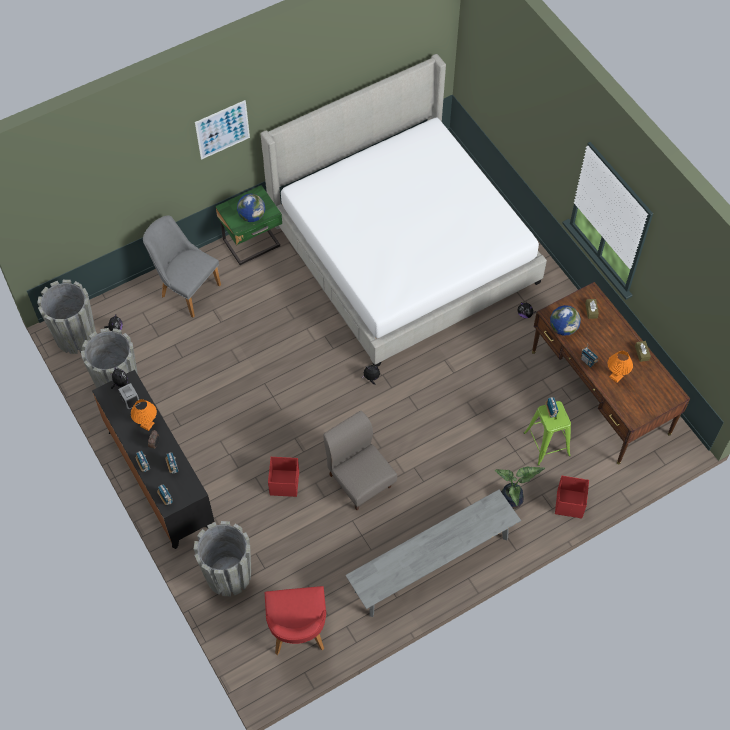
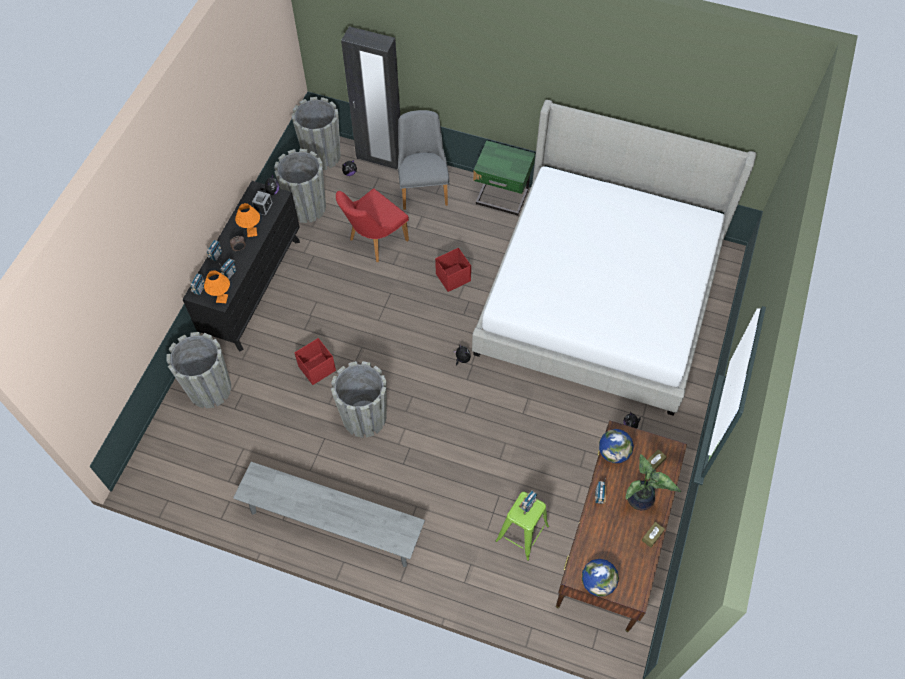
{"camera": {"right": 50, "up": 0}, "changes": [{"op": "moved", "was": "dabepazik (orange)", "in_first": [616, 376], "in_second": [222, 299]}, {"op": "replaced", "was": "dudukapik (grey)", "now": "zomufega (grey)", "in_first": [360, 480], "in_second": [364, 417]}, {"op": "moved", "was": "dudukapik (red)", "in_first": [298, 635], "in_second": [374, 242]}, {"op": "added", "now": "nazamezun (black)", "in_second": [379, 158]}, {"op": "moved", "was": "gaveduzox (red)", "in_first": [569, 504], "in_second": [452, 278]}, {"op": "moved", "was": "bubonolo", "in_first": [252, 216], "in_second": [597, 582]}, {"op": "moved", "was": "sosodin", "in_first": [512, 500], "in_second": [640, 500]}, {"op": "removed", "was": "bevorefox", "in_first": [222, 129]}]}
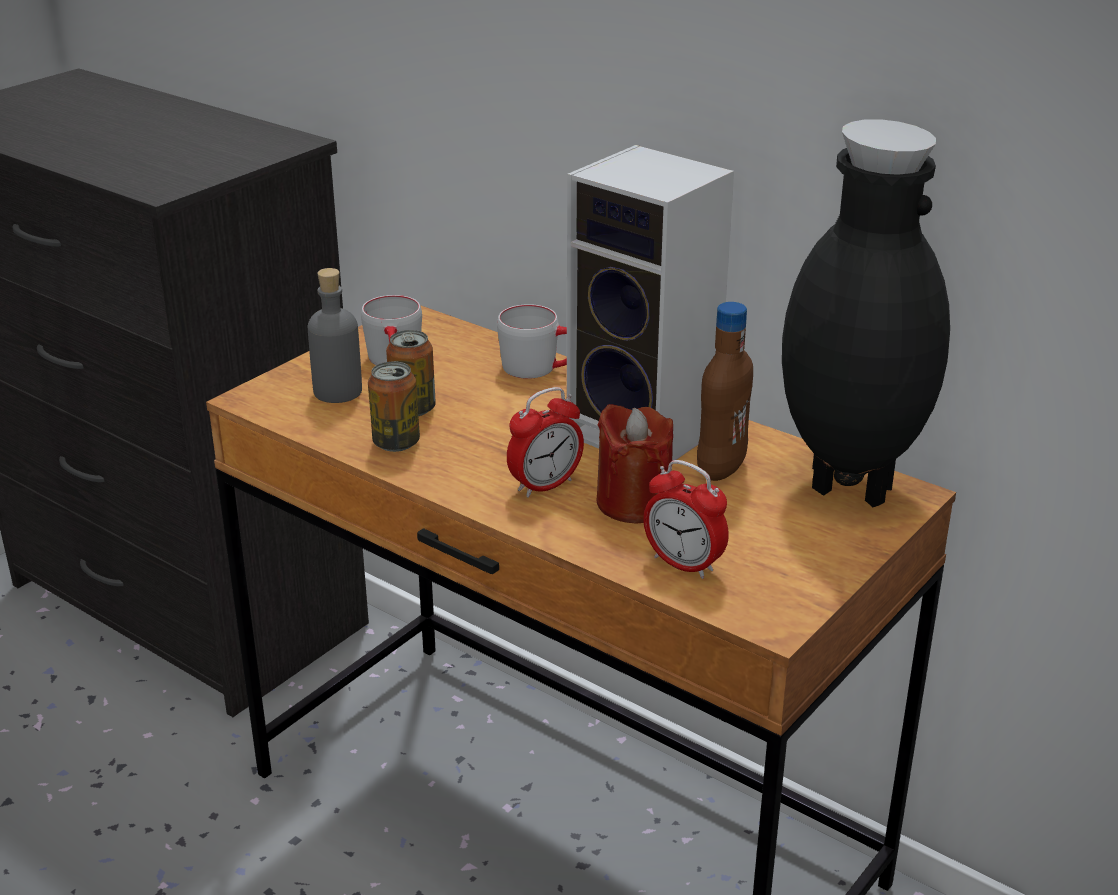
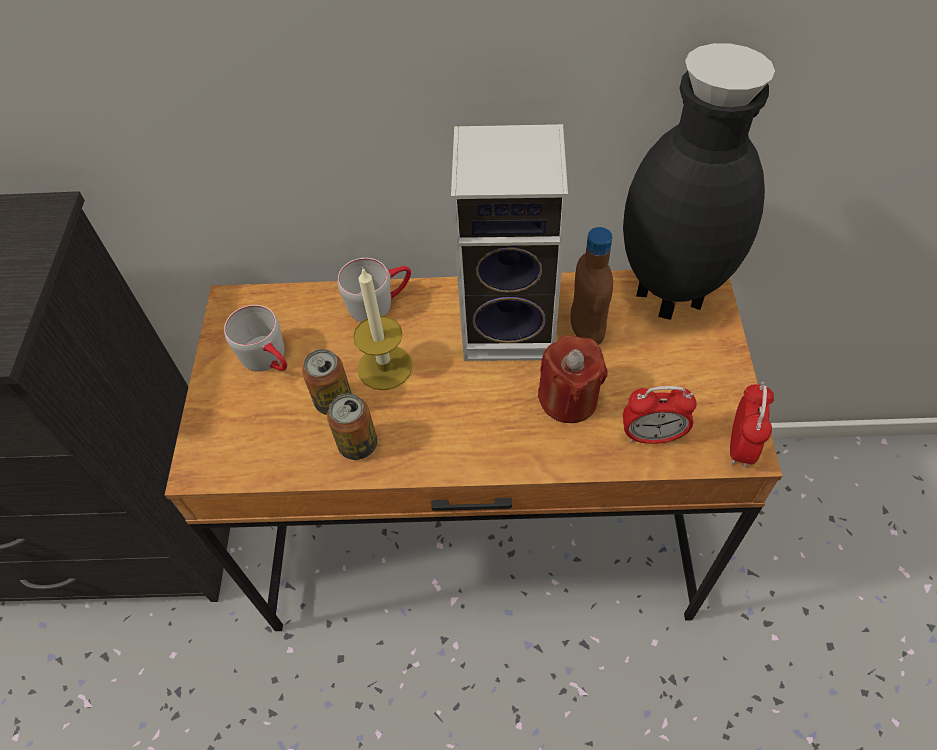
{"camera": {"right": -35, "up": 25}, "changes": [{"op": "added", "now": "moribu", "in_second": [385, 367]}, {"op": "moved", "was": "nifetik", "in_first": [545, 485], "in_second": [740, 446]}, {"op": "removed", "was": "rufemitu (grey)", "in_first": [338, 391]}]}
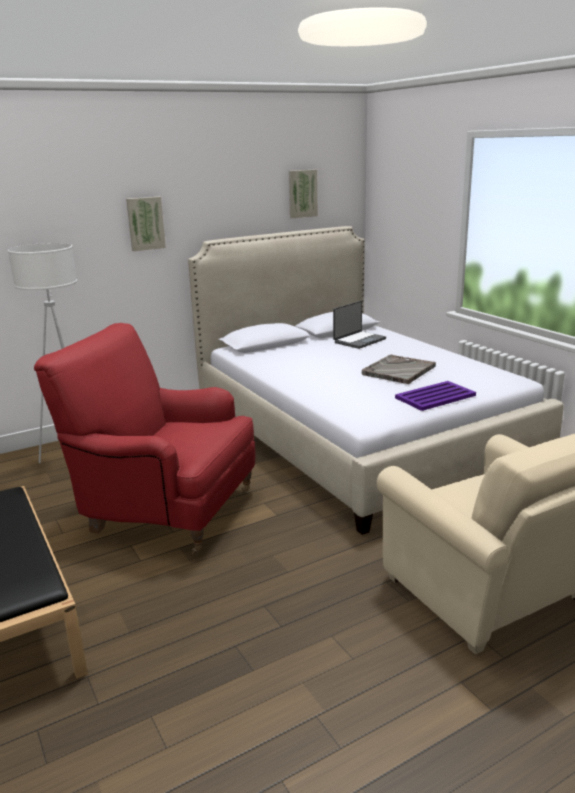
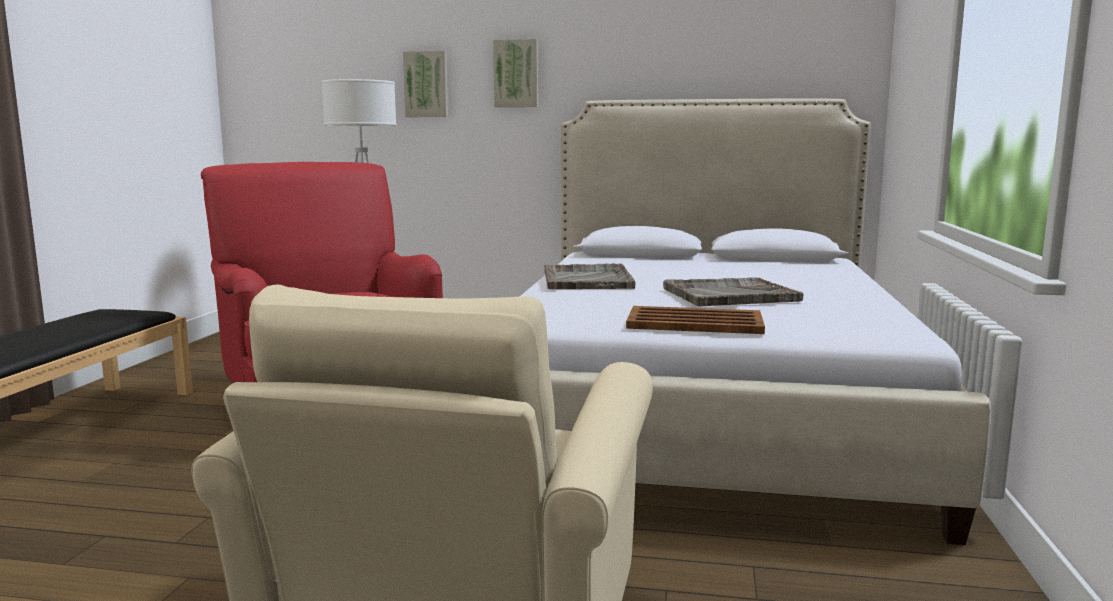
{"camera": {"right": 40, "up": -10}, "changes": [{"op": "moved", "was": "bevorefox", "in_first": [302, 193], "in_second": [426, 84]}, {"op": "added", "now": "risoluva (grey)", "in_second": [587, 279]}, {"op": "recoloured", "was": "risoluva (purple)", "now": "risoluva (brown)", "in_first": [436, 396], "in_second": [696, 322]}, {"op": "removed", "was": "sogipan", "in_first": [359, 340]}]}
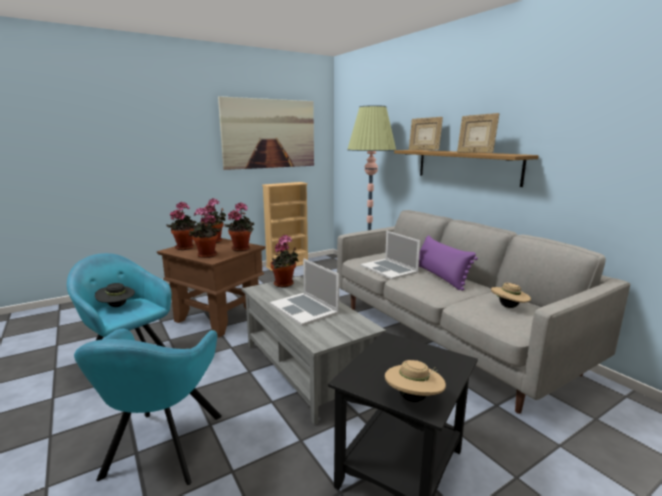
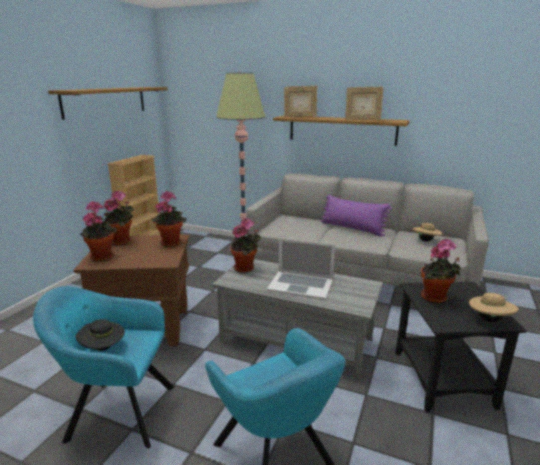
{"camera": {"right": -35, "up": 5}, "changes": [{"op": "replaced", "was": "bevorefox", "now": "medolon", "in_first": [269, 134], "in_second": [105, 101]}, {"op": "moved", "was": "sosodin", "in_first": [206, 256], "in_second": [435, 298]}, {"op": "removed", "was": "sogipan", "in_first": [389, 269]}]}
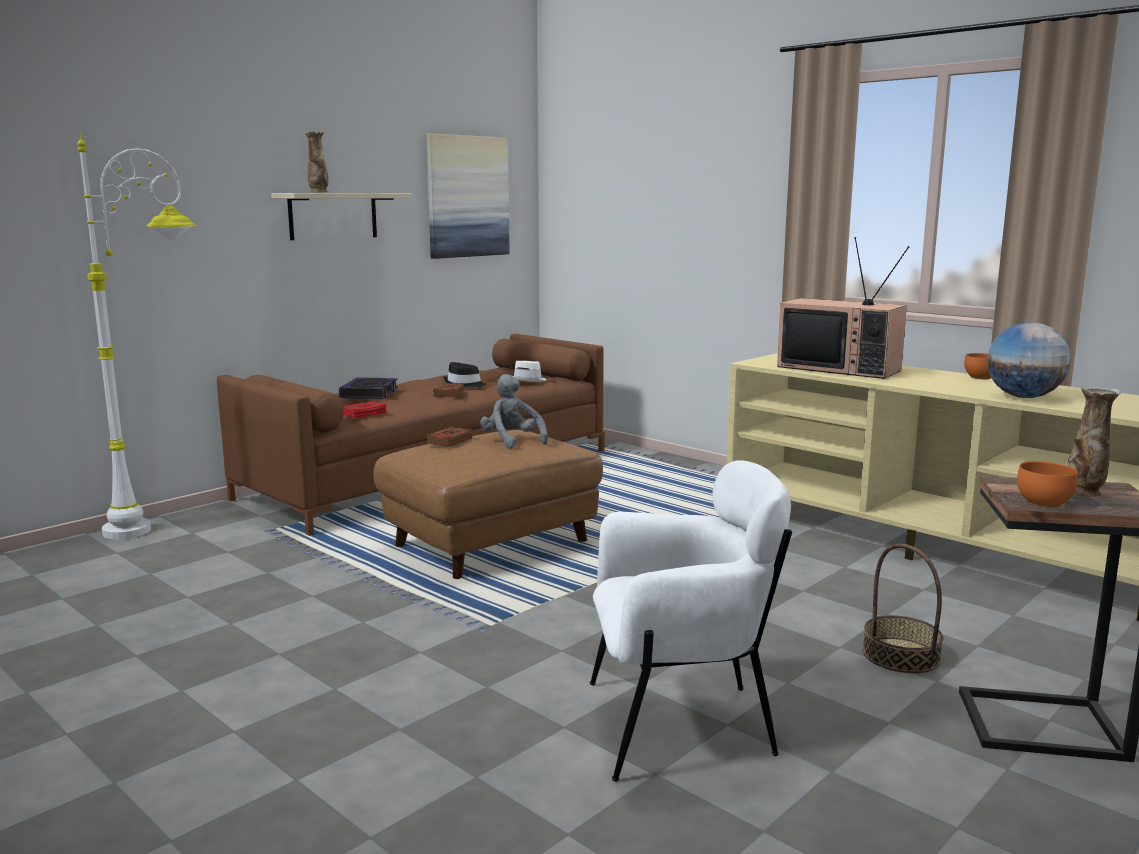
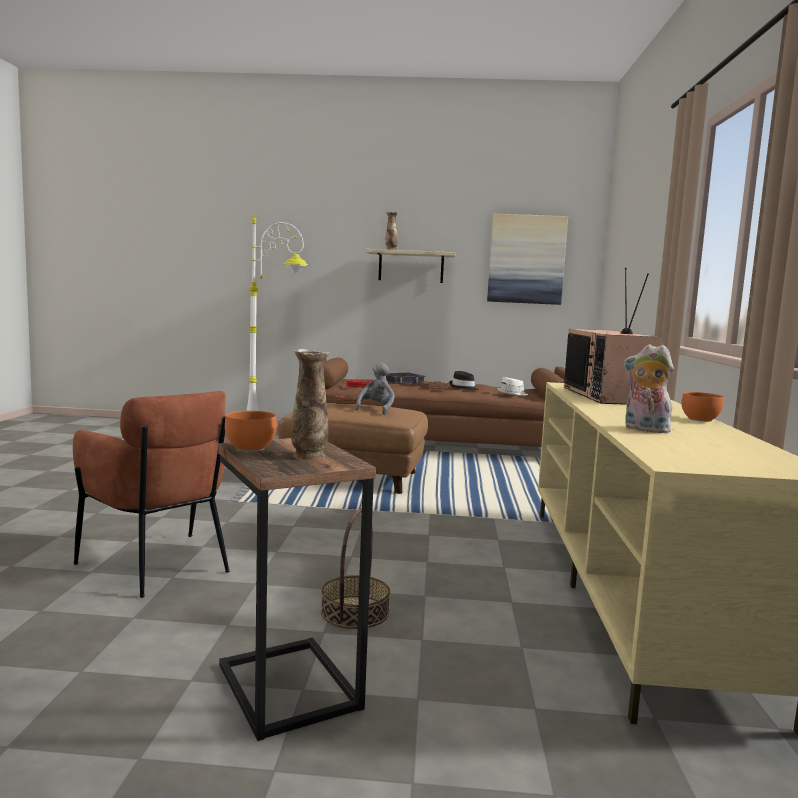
{"camera": {"right": 50, "up": -5}, "changes": [{"op": "recoloured", "was": "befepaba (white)", "now": "befepaba (brown)", "in_first": [680, 724], "in_second": [160, 565]}, {"op": "replaced", "was": "bubonolo", "now": "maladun", "in_first": [1023, 397], "in_second": [644, 429]}]}
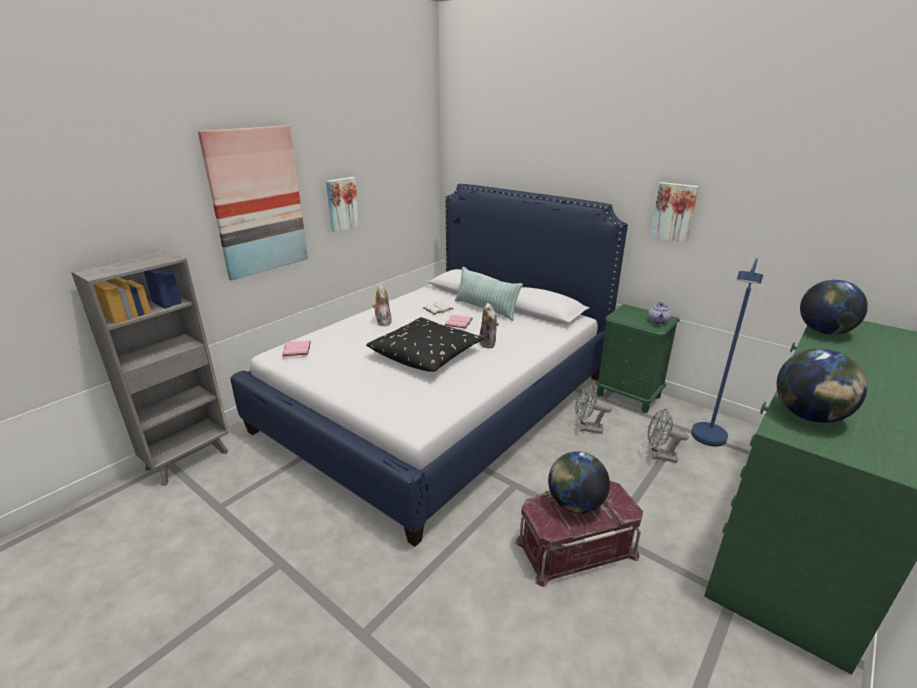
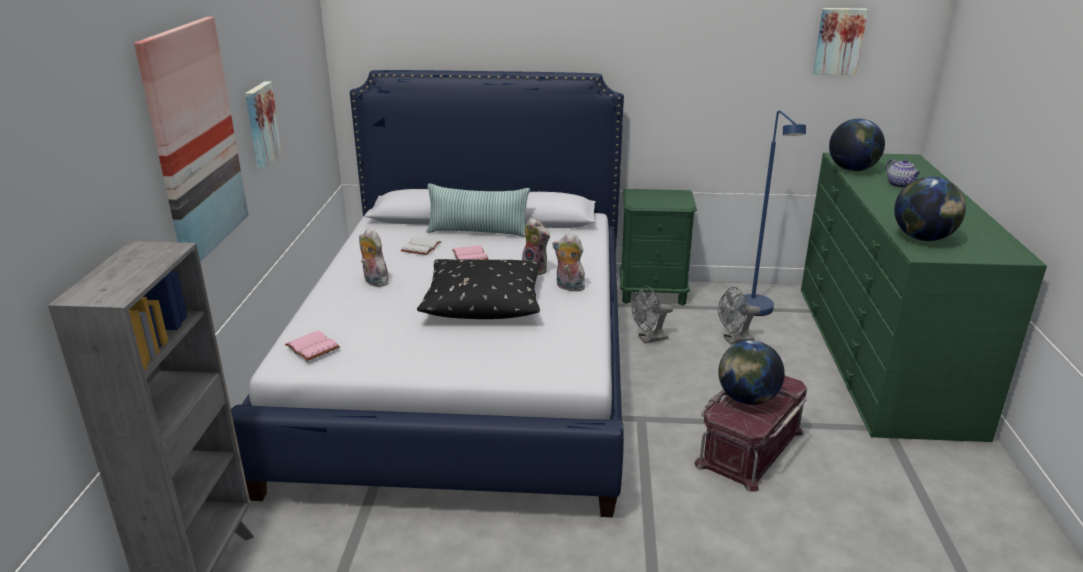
{"camera": {"right": -35, "up": 0}, "changes": [{"op": "added", "now": "maladun", "in_second": [568, 287]}, {"op": "moved", "was": "bevorefox", "in_first": [674, 212], "in_second": [838, 41]}, {"op": "moved", "was": "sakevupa", "in_first": [658, 322], "in_second": [900, 185]}]}
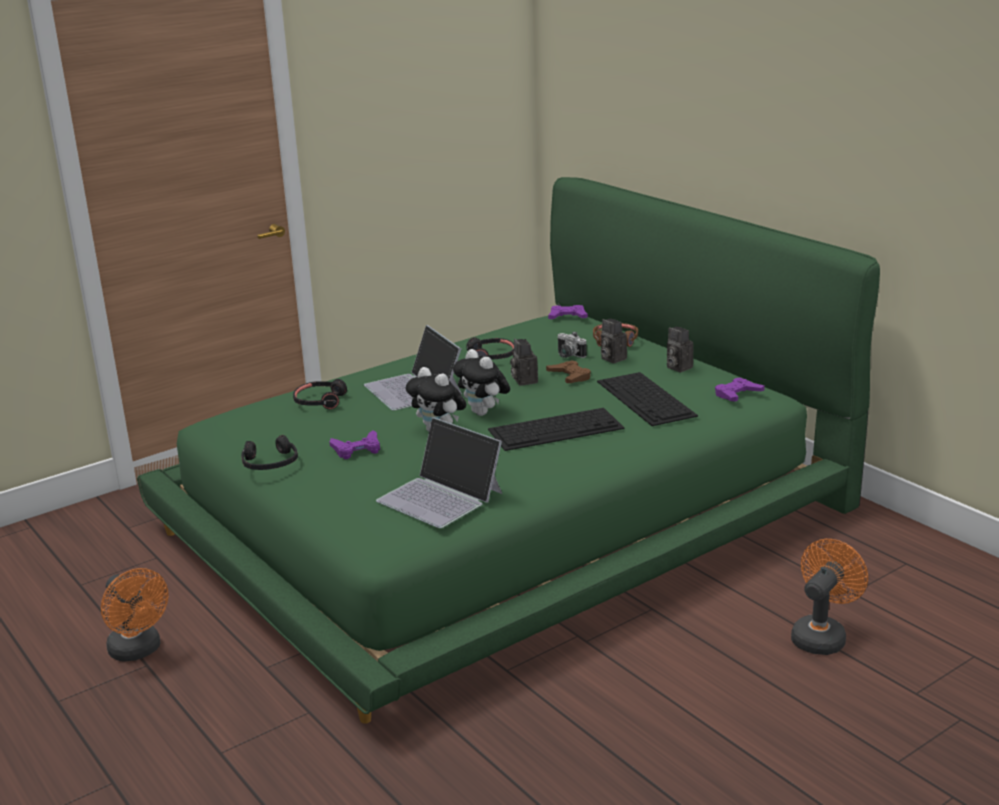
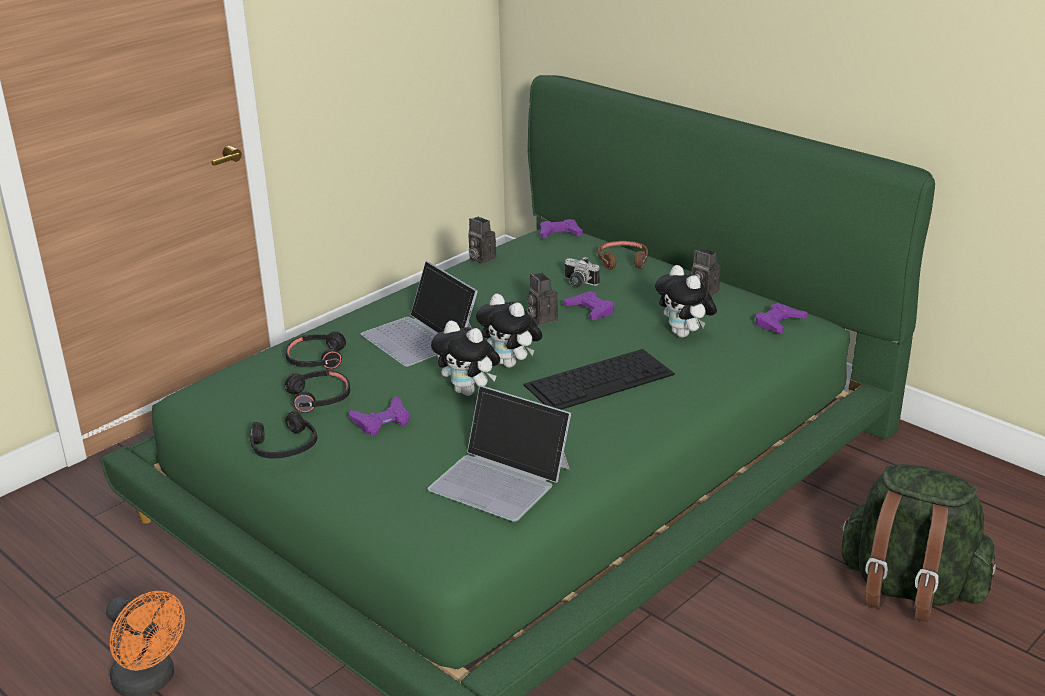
{"camera": {"right": -10, "up": 5}, "changes": [{"op": "moved", "was": "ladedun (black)", "in_first": [492, 356], "in_second": [320, 397]}, {"op": "moved", "was": "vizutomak", "in_first": [611, 358], "in_second": [480, 258]}, {"op": "recoloured", "was": "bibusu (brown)", "now": "bibusu (purple)", "in_first": [570, 376], "in_second": [590, 310]}, {"op": "replaced", "was": "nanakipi", "now": "maladun", "in_first": [646, 398], "in_second": [684, 334]}, {"op": "replaced", "was": "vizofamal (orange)", "now": "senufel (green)", "in_first": [822, 635], "in_second": [909, 590]}]}
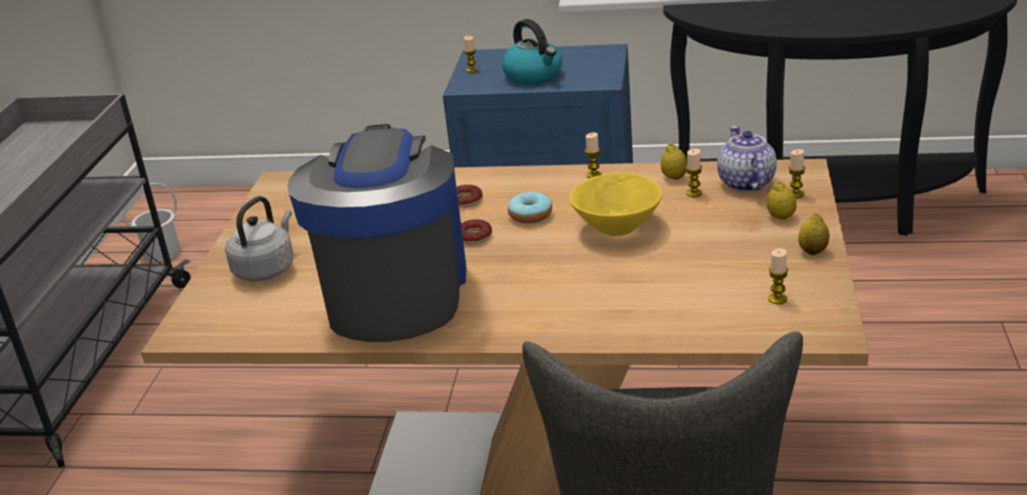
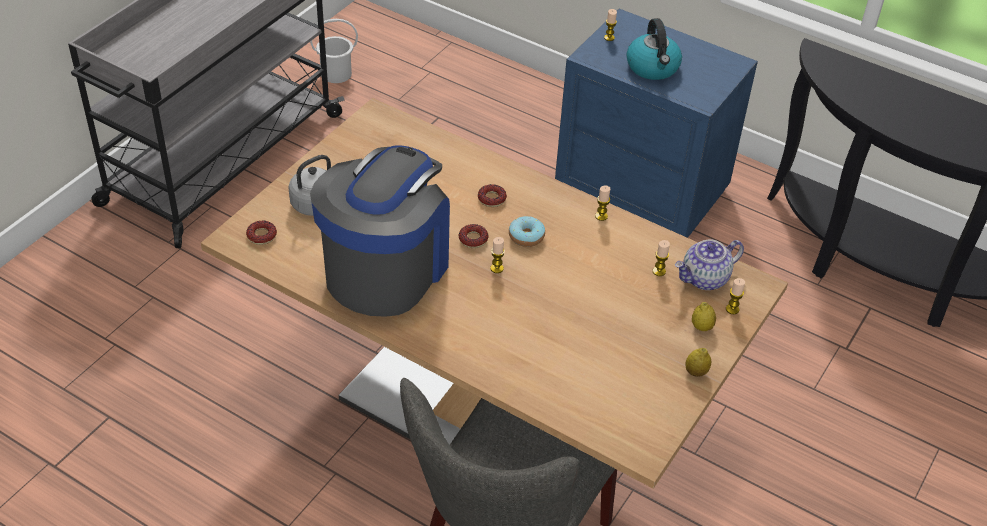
{"camera": {"right": 20, "up": 15}, "changes": [{"op": "added", "now": "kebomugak", "in_second": [261, 235]}, {"op": "moved", "was": "moribu", "in_first": [777, 299], "in_second": [496, 268]}, {"op": "turned", "was": "sakevupa", "in_first": [745, 183], "in_second": [704, 279], "clockwise": -135}, {"op": "removed", "was": "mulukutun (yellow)", "in_first": [618, 227]}, {"op": "removed", "was": "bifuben", "in_first": [674, 177]}]}
